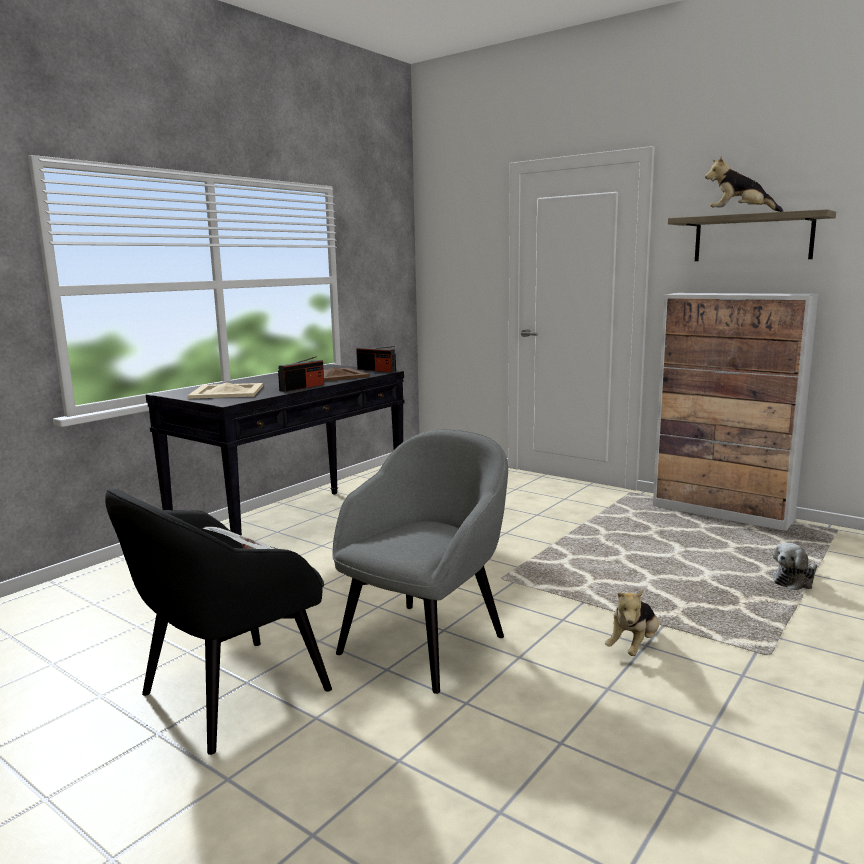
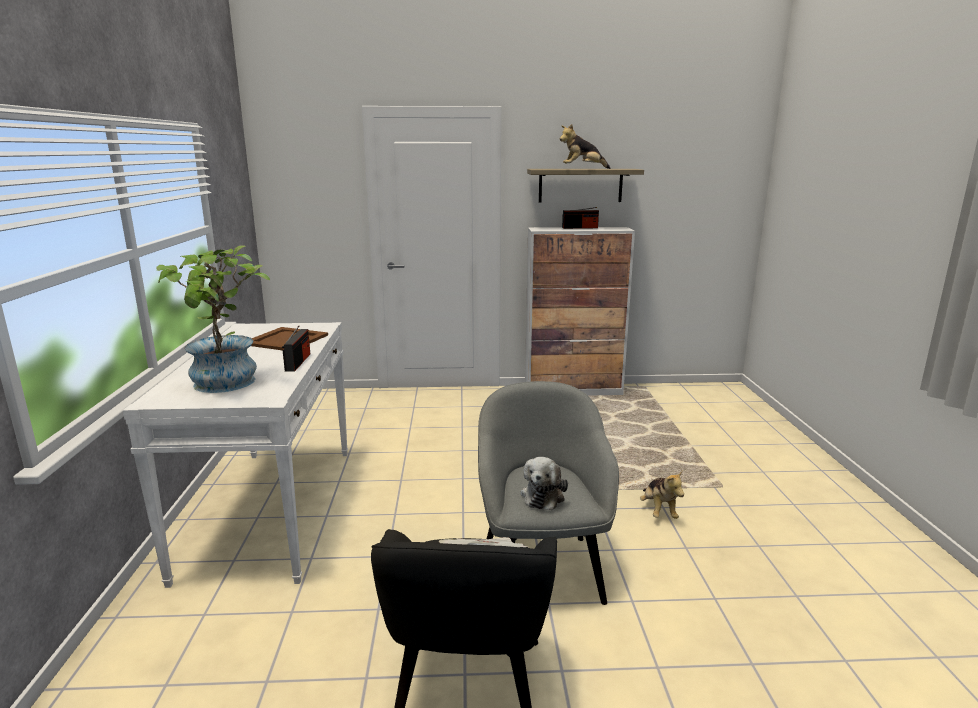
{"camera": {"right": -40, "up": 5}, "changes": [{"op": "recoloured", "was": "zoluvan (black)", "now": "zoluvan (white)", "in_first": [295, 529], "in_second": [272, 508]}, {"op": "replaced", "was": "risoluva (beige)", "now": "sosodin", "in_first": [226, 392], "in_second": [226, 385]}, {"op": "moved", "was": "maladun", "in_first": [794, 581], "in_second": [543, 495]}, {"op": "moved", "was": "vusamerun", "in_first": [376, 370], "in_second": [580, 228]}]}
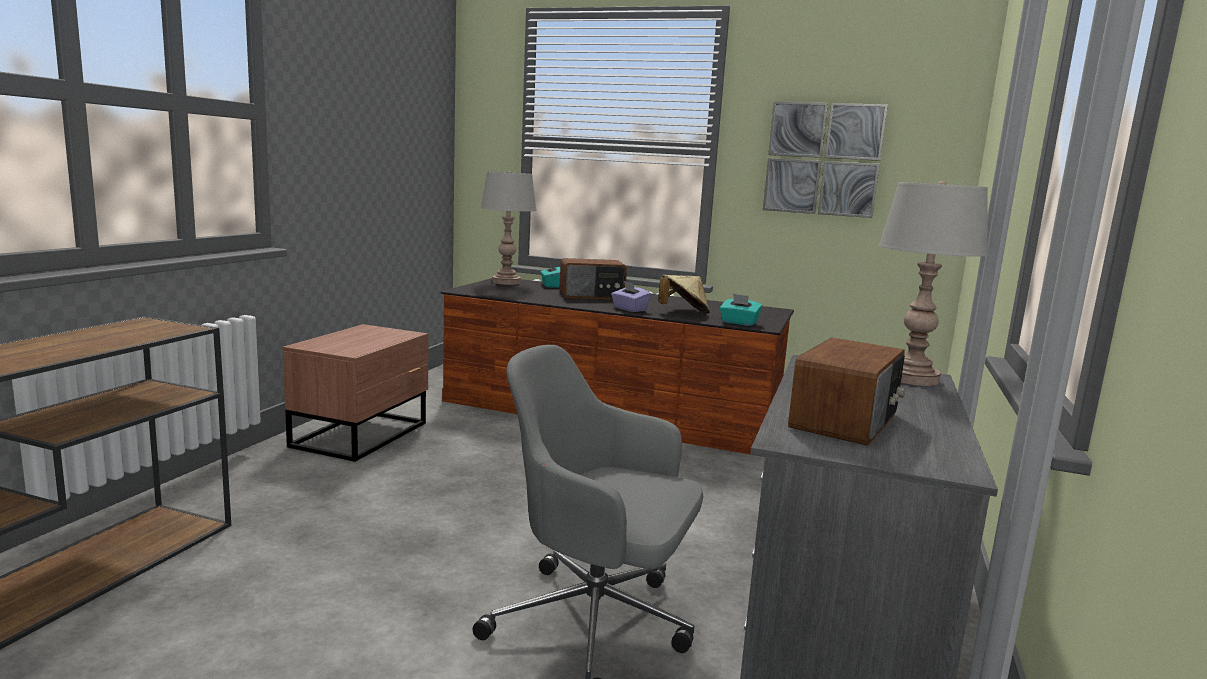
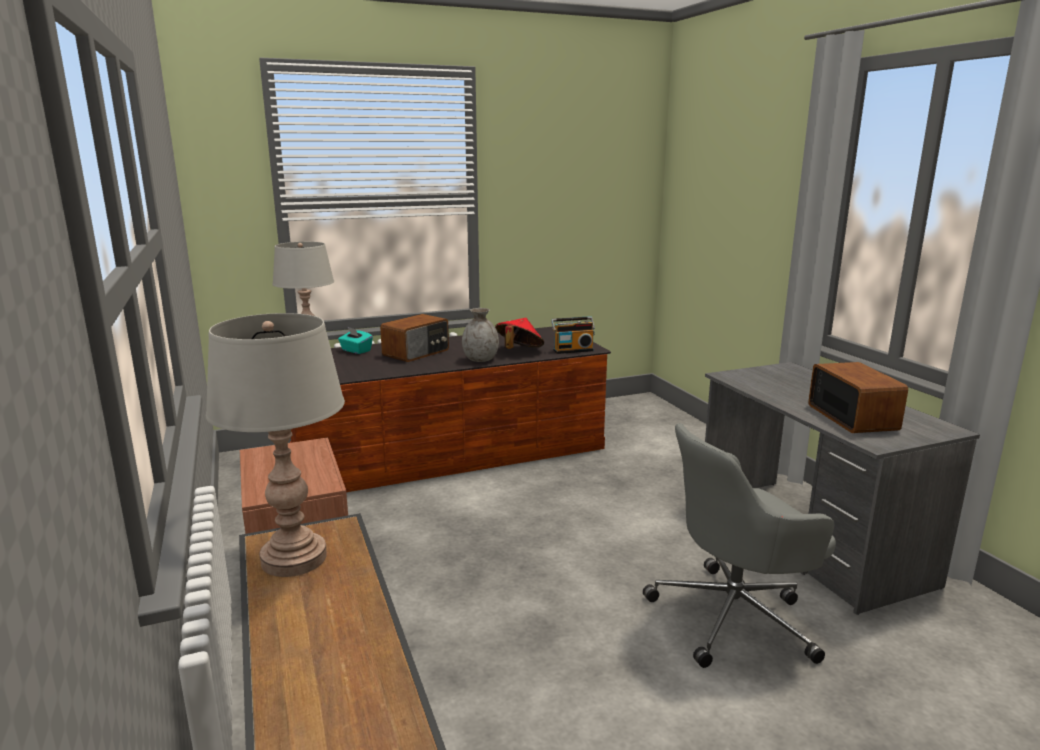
{"camera": {"right": -40, "up": 5}, "changes": [{"op": "moved", "was": "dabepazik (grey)", "in_first": [912, 378], "in_second": [294, 559]}, {"op": "replaced", "was": "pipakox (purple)", "now": "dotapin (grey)", "in_first": [629, 309], "in_second": [481, 360]}, {"op": "recoloured", "was": "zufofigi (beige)", "now": "zufofigi (red)", "in_first": [683, 312], "in_second": [519, 351]}, {"op": "replaced", "was": "pipakox (turquoise)", "now": "vusamerun", "in_first": [739, 323], "in_second": [572, 350]}, {"op": "removed", "was": "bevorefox", "in_first": [823, 159]}]}
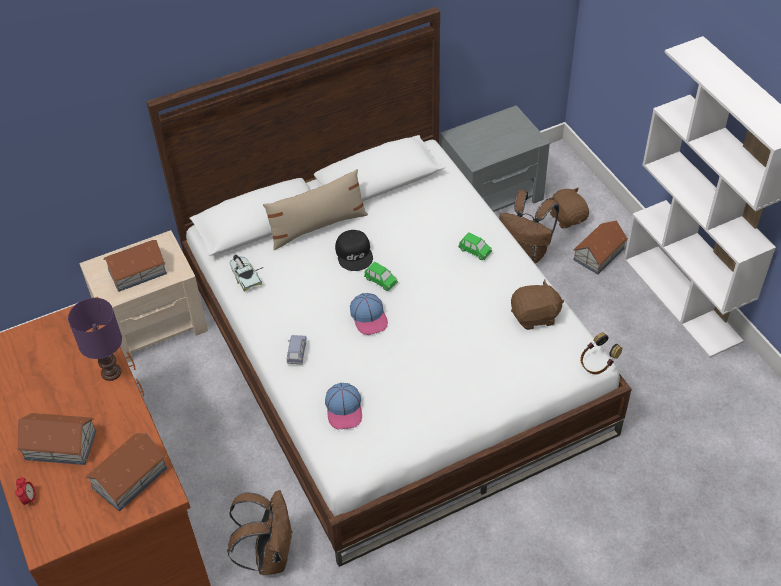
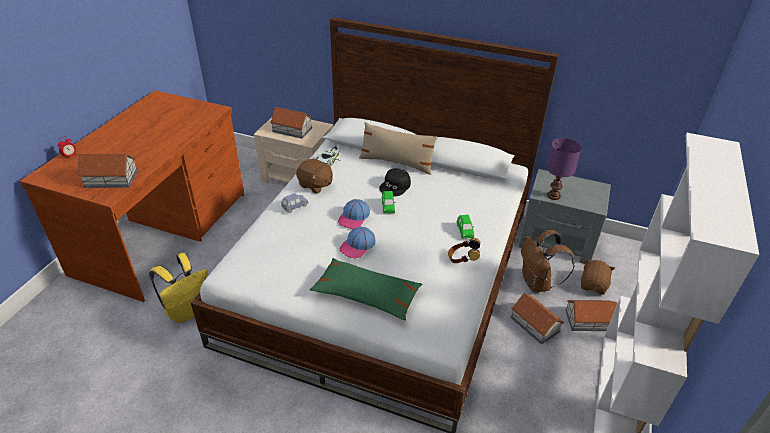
{"camera": {"right": 45, "up": -10}, "changes": [{"op": "recoloured", "was": "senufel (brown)", "now": "senufel (yellow)", "in_first": [269, 554], "in_second": [187, 310]}, {"op": "moved", "was": "maladun (brown)", "in_first": [535, 316], "in_second": [315, 185]}, {"op": "added", "now": "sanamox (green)", "in_second": [366, 295]}, {"op": "moved", "was": "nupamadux", "in_first": [344, 409], "in_second": [357, 246]}, {"op": "moved", "was": "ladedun", "in_first": [597, 363], "in_second": [462, 259]}, {"op": "moved", "was": "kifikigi", "in_first": [61, 445], "in_second": [535, 325]}, {"op": "moved", "was": "dabepazik (purple)", "in_first": [112, 372], "in_second": [554, 196]}]}
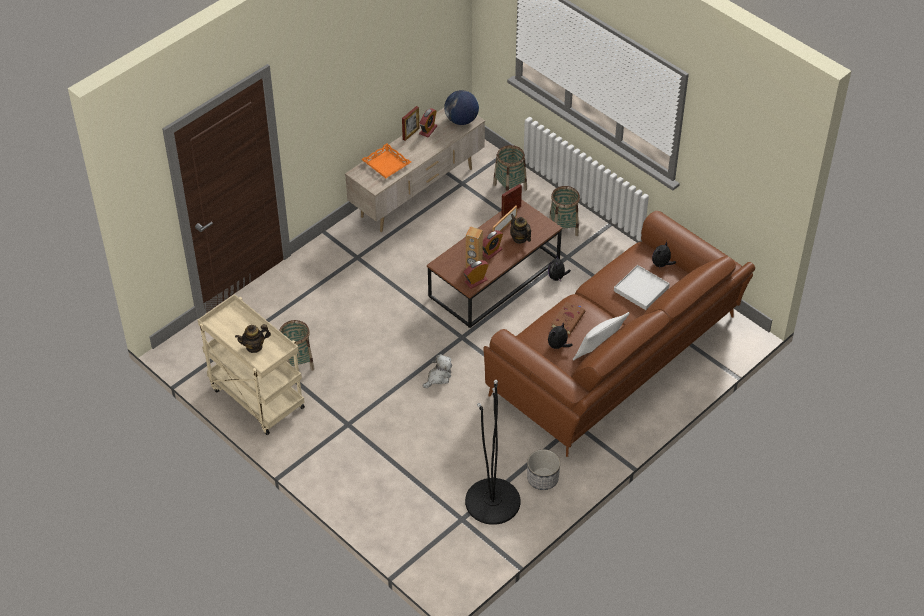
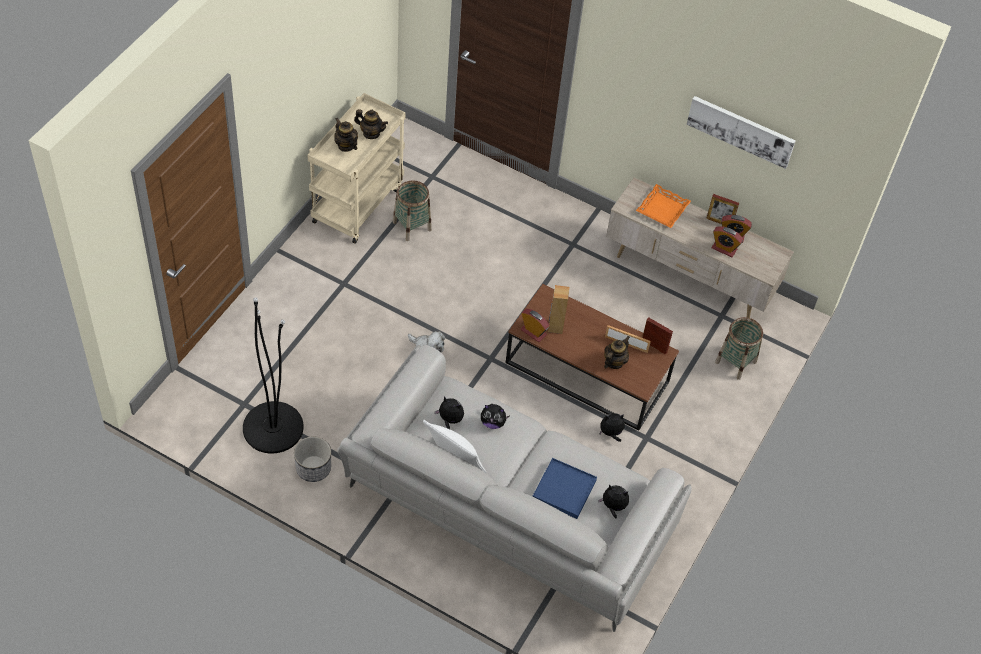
{"camera": {"right": 70, "up": 5}, "changes": [{"op": "recoloured", "was": "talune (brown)", "now": "talune (grey)", "in_first": [616, 358], "in_second": [506, 513]}, {"op": "added", "now": "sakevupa", "in_second": [371, 133]}, {"op": "replaced", "was": "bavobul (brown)", "now": "maladun", "in_first": [568, 319], "in_second": [493, 423]}, {"op": "recoloured", "was": "risoluva (white)", "now": "risoluva (blue)", "in_first": [641, 289], "in_second": [564, 490]}, {"op": "added", "now": "bevorefox", "in_second": [741, 130]}, {"op": "moved", "was": "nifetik", "in_first": [491, 252], "in_second": [724, 249]}, {"op": "removed", "was": "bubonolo", "in_first": [461, 120]}, {"op": "removed", "was": "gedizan", "in_first": [563, 228]}]}
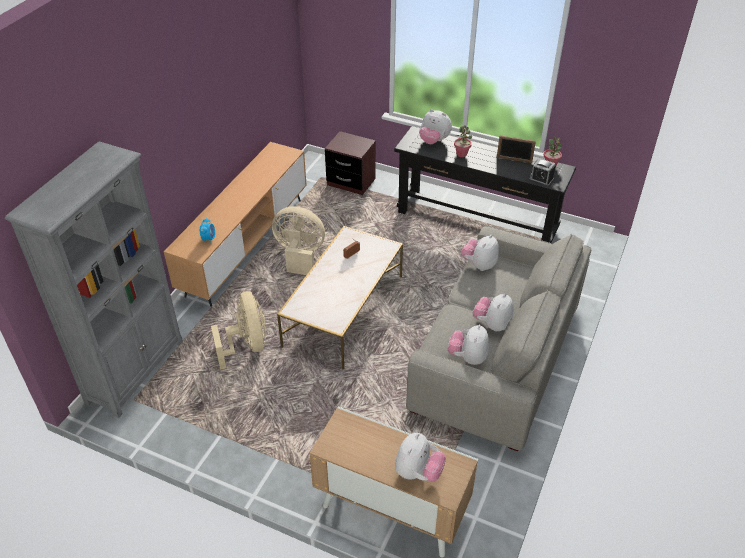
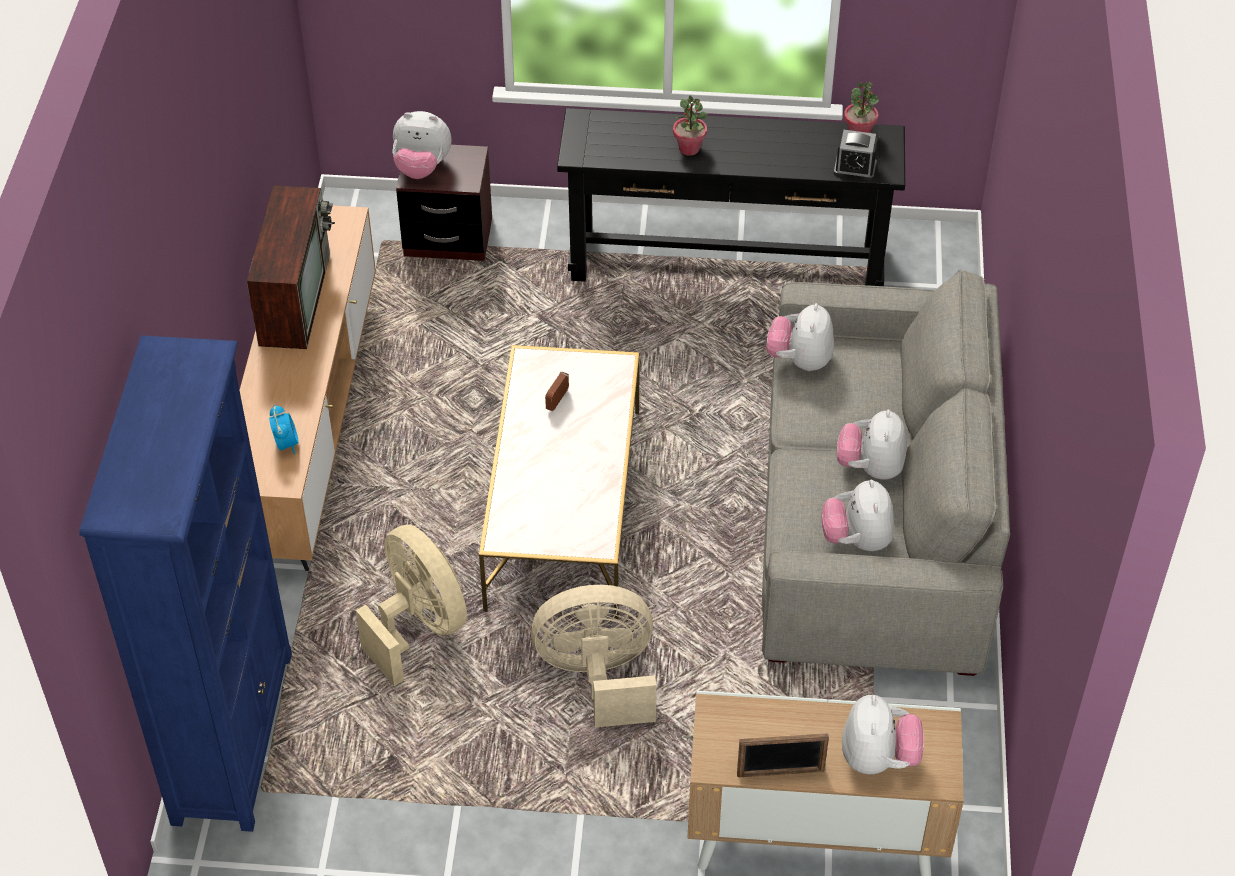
{"camera": {"right": -20, "up": 5}, "changes": [{"op": "recoloured", "was": "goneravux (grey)", "now": "goneravux (blue)", "in_first": [136, 371], "in_second": [233, 736]}, {"op": "added", "now": "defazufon", "in_second": [294, 297]}, {"op": "moved", "was": "maladun", "in_first": [434, 141], "in_second": [422, 168]}, {"op": "moved", "was": "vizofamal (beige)", "in_first": [299, 255], "in_second": [598, 677]}, {"op": "moved", "was": "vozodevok", "in_first": [514, 160], "in_second": [780, 773]}]}
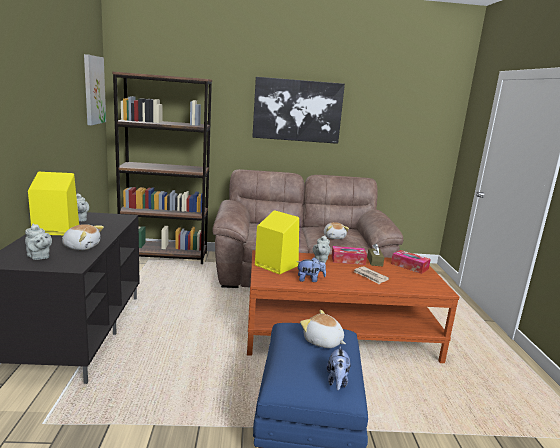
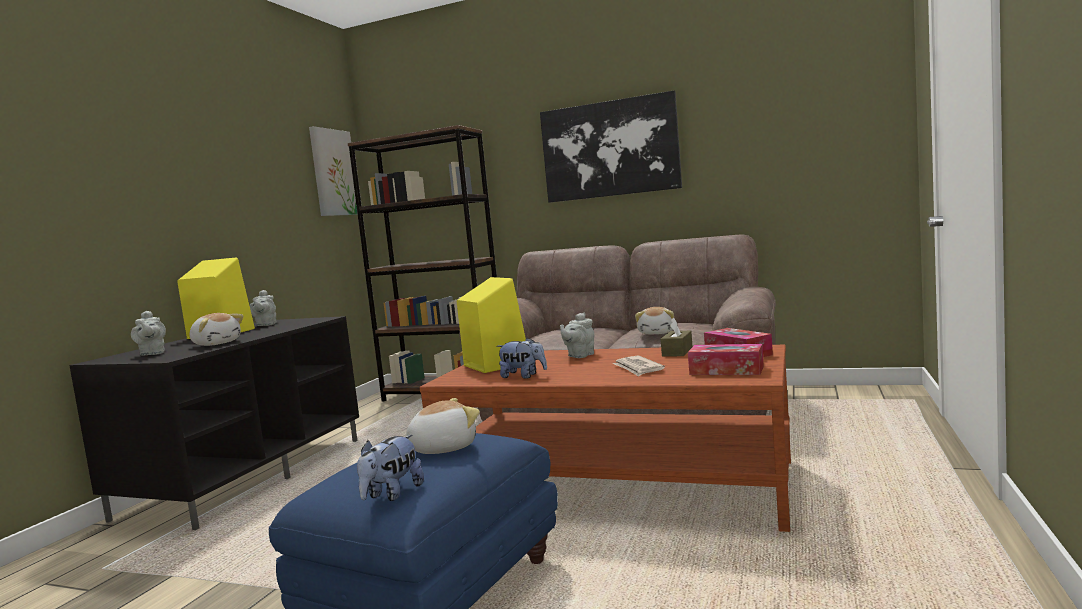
{"camera": {"right": 25, "up": -10}, "changes": [{"op": "turned", "was": "maladun", "in_first": [322, 342], "in_second": [442, 448], "clockwise": 90}, {"op": "moved", "was": "pipakox", "in_first": [348, 260], "in_second": [726, 370]}]}
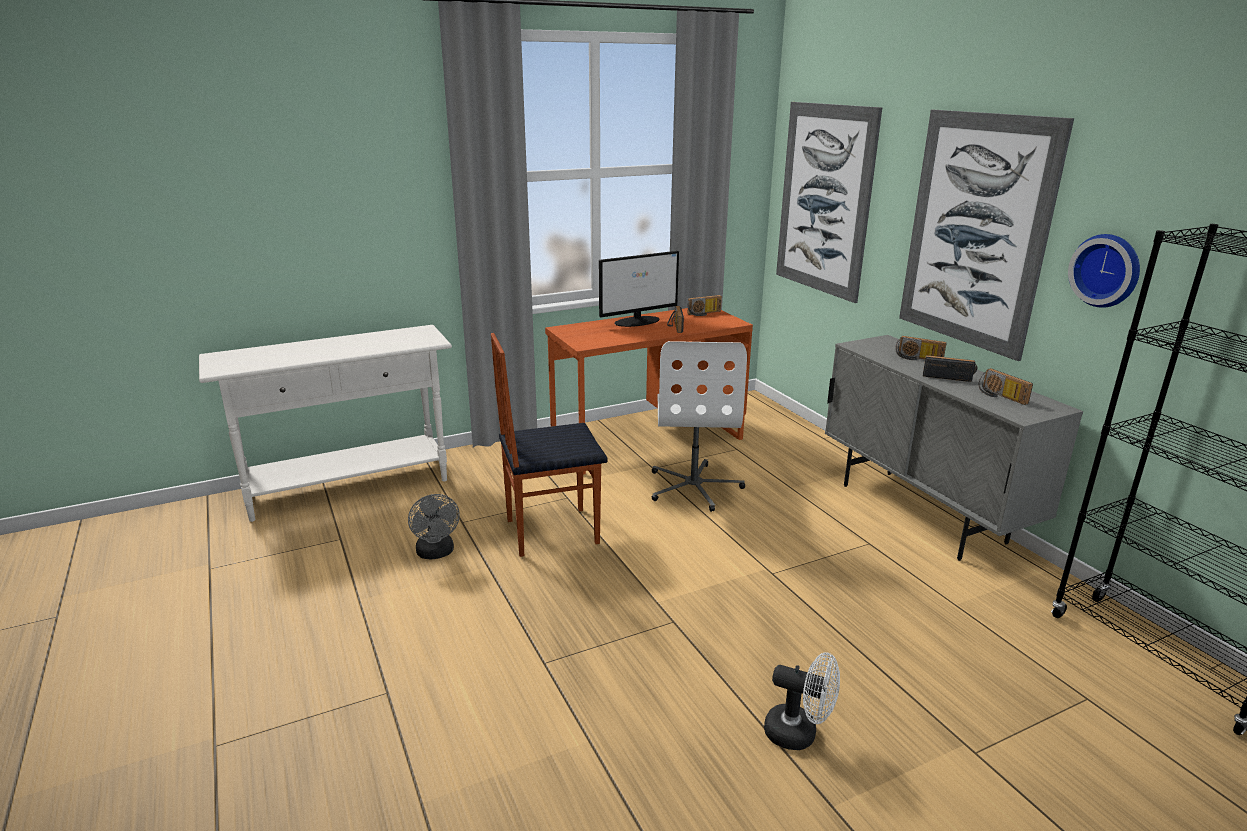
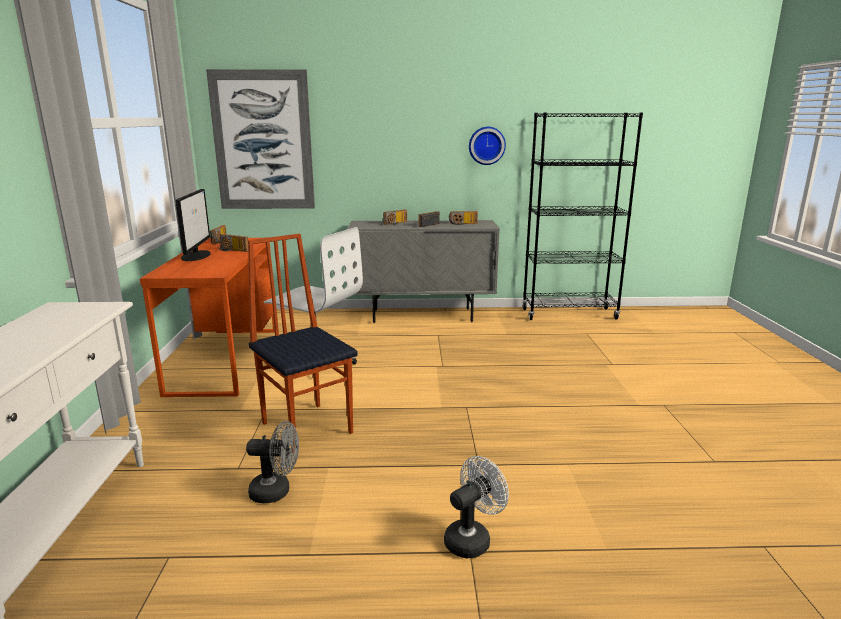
{"camera": {"right": -65, "up": -5}, "changes": [{"op": "turned", "was": "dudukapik", "in_first": [551, 531], "in_second": [308, 427], "clockwise": 135}, {"op": "moved", "was": "vizofamal (white)", "in_first": [799, 734], "in_second": [472, 538]}, {"op": "removed", "was": "bevorefox", "in_first": [976, 231]}]}
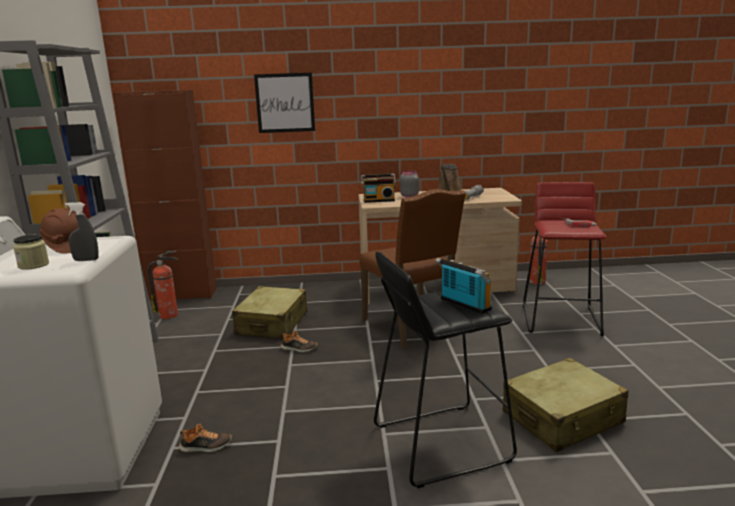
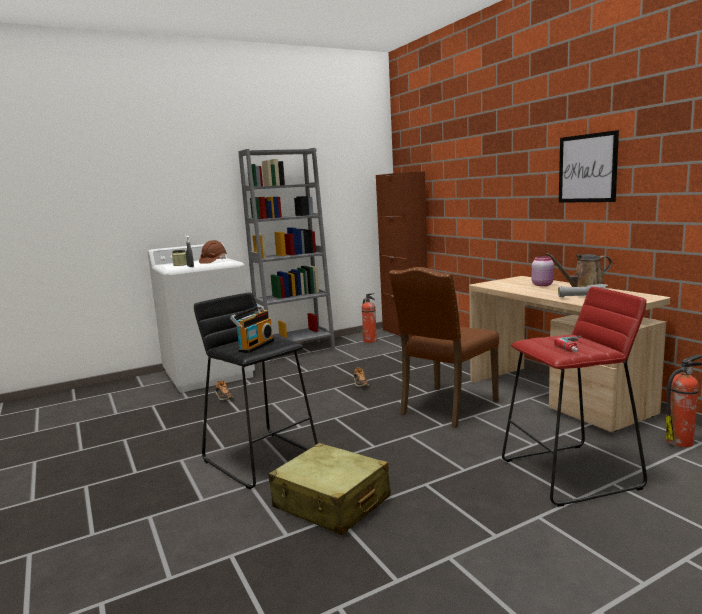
{"camera": {"right": 65, "up": -5}, "changes": [{"op": "recoloured", "was": "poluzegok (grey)", "now": "poluzegok (pink)", "in_first": [409, 196], "in_second": [542, 285]}, {"op": "moved", "was": "bevorefox", "in_first": [285, 103], "in_second": [587, 168]}, {"op": "removed", "was": "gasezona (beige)", "in_first": [272, 323]}, {"op": "removed", "was": "vusamerun", "in_first": [379, 200]}]}
